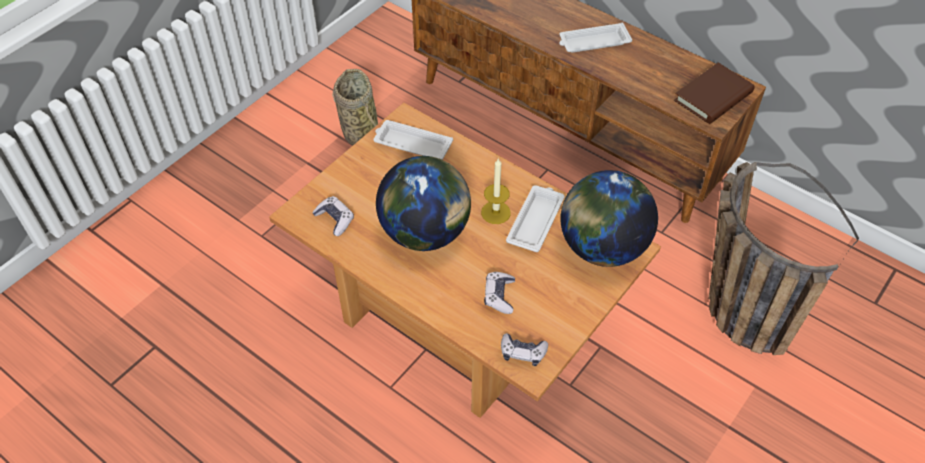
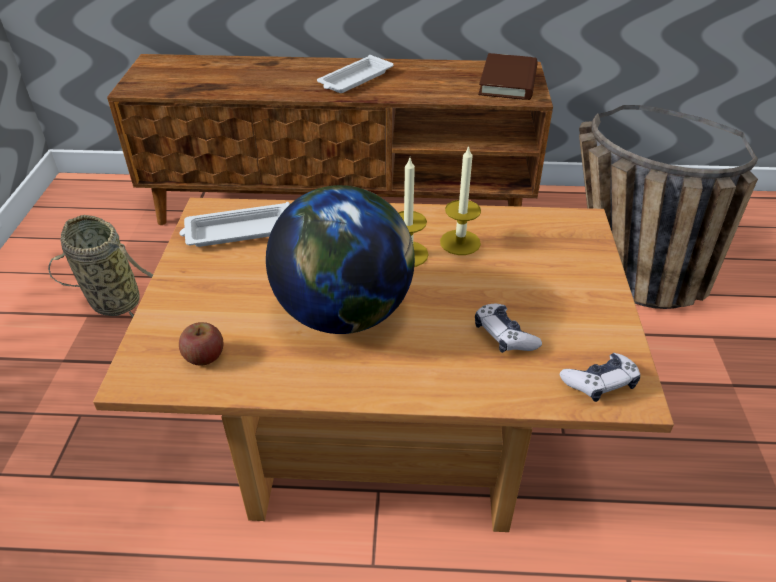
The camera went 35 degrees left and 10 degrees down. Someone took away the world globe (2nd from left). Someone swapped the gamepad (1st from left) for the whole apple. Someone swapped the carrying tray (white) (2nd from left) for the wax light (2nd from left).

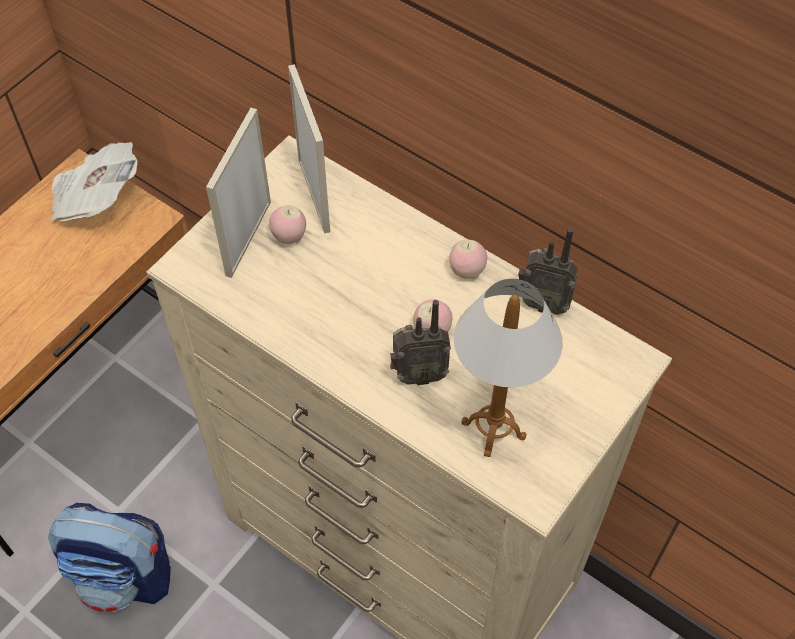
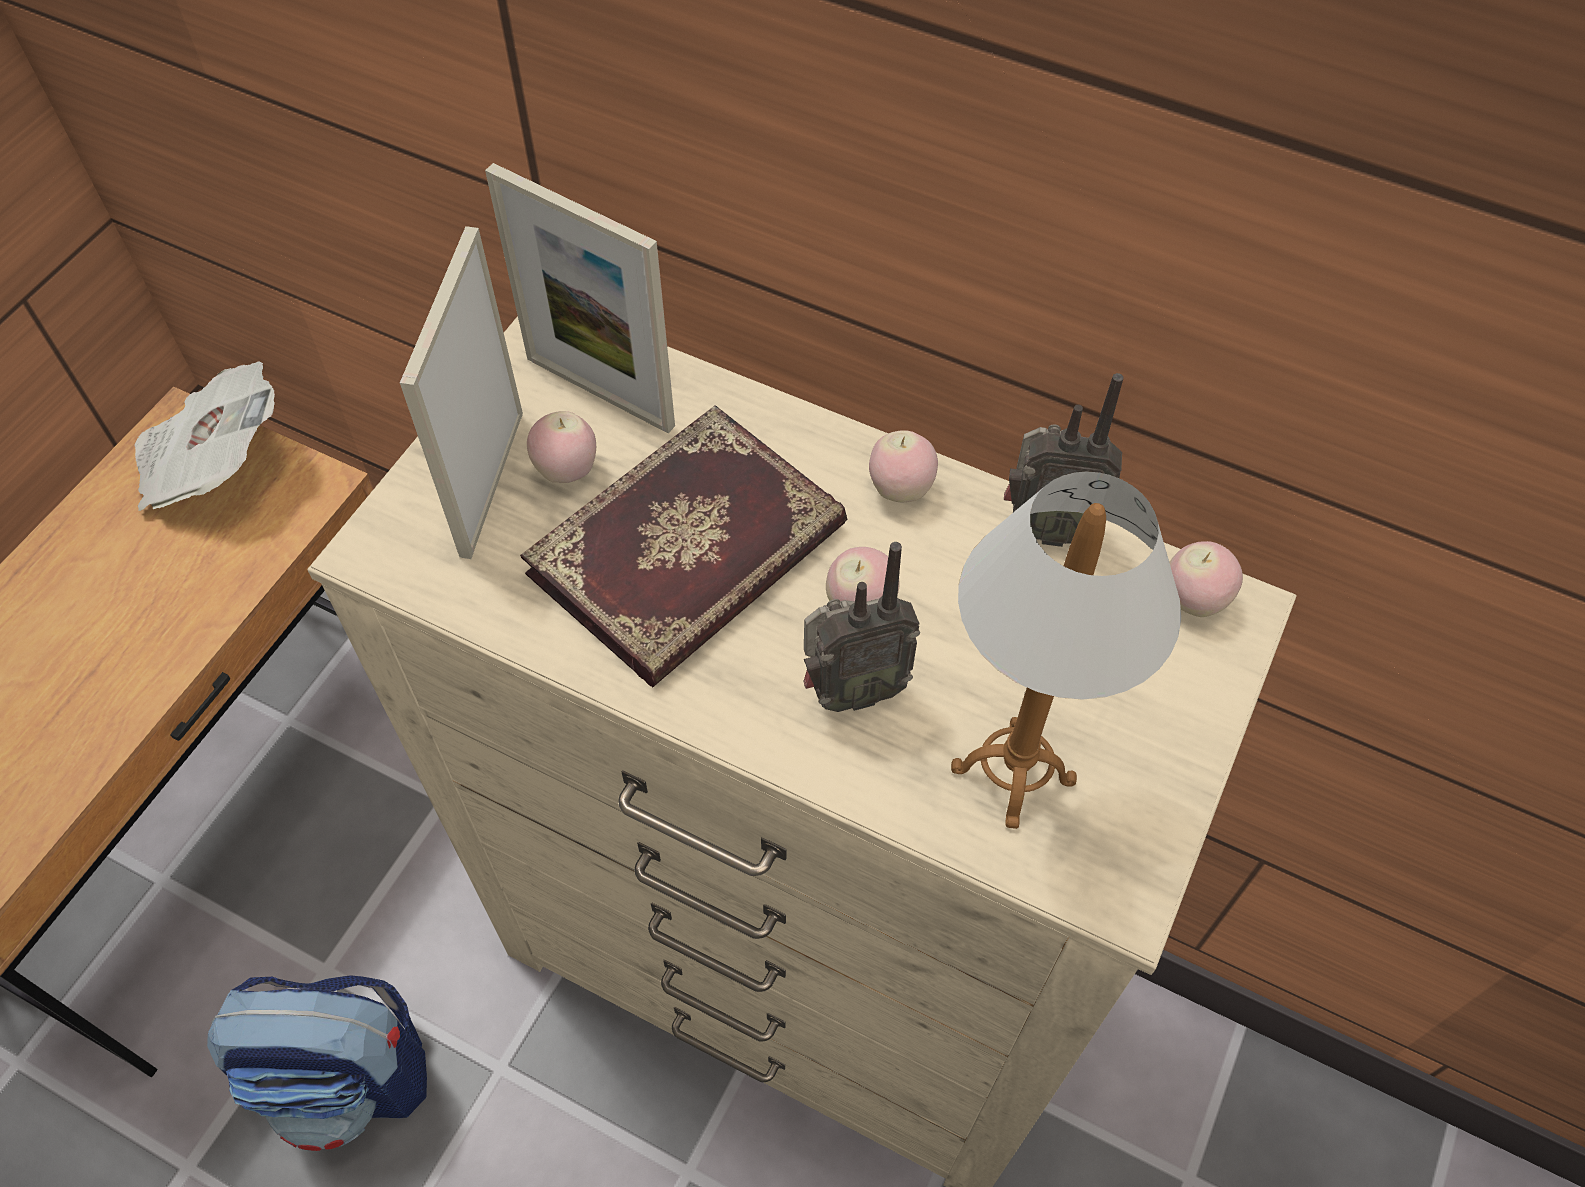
The camera went 10 degrees left and 0 degrees up. Someone put down the book. Someone put down the whole apple (4th from left). Someone rotated the photo frame (2nd from left) by 150 degrees clockwise.

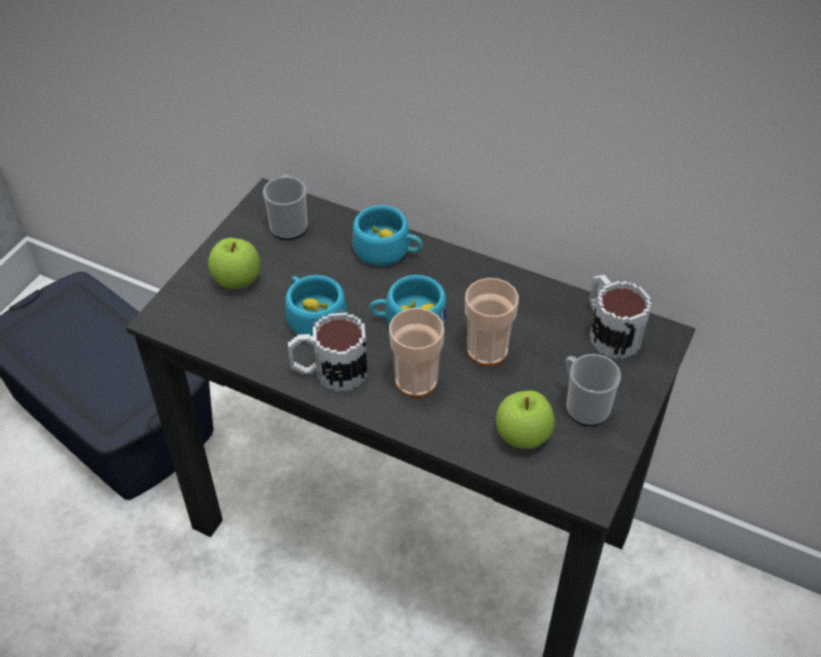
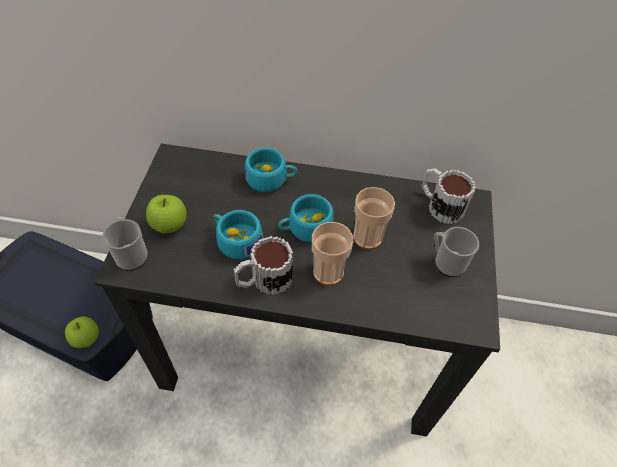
The camera went 20 degrees left and 5 degrees up. Someone carried the tea mug (1st from left). Someone carried the whole apple (2nd from left in the first image).

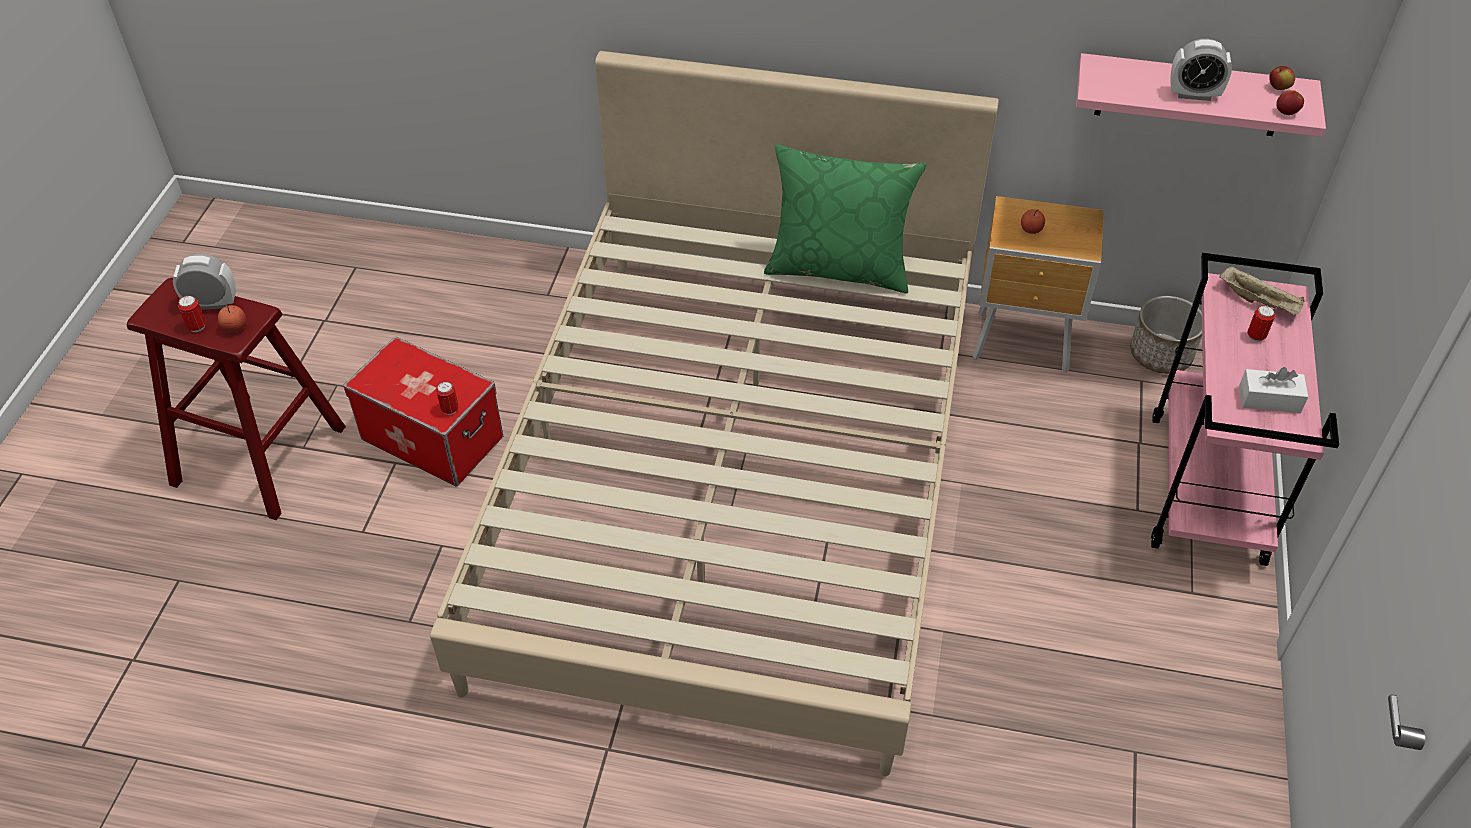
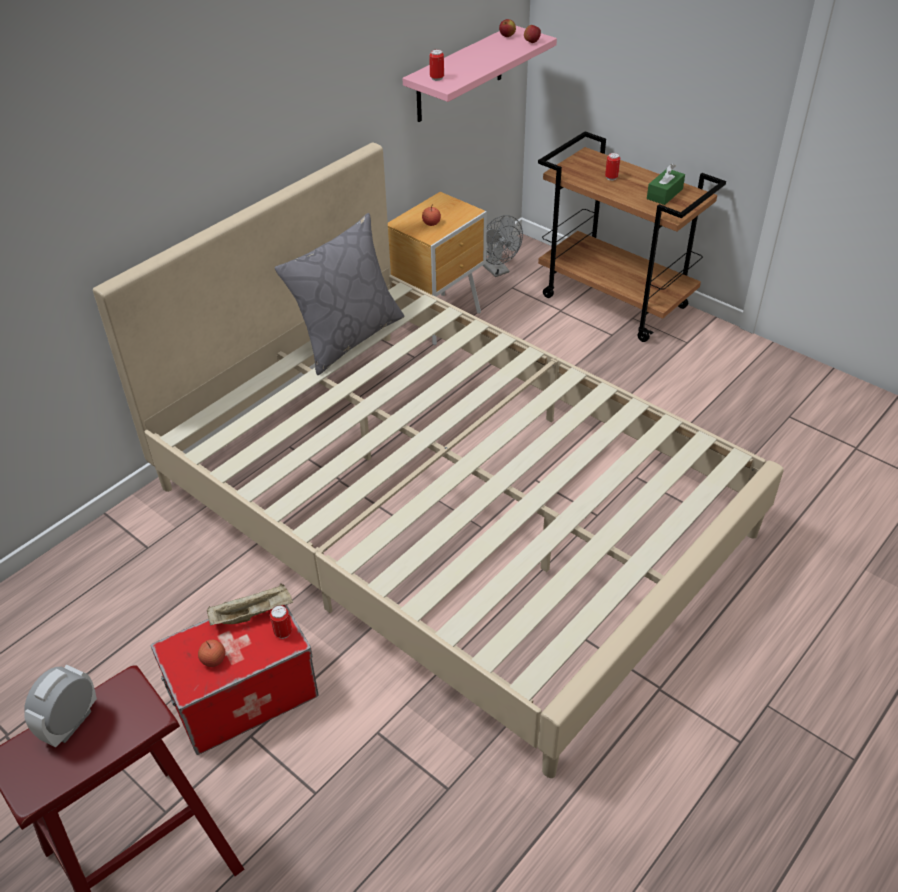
The camera went 60 degrees left and 5 degrees down. Someone took away the alarm clock (2nd from left). Someone carried the metal can (1st from left in the first image). Someone carried the whole apple (1st from left). Someone carried the carrying tray (beige-coloured). Someone swapped the plant pot for the electric fan (grey). Someone repainted the throw pillow (greenish), which became the throw pillow (grey). Someone repainted the cart (pink-coloured), which became the cart (brown-coloured). Someone repainted the box of tissues (white), which became the box of tissues (greenish).

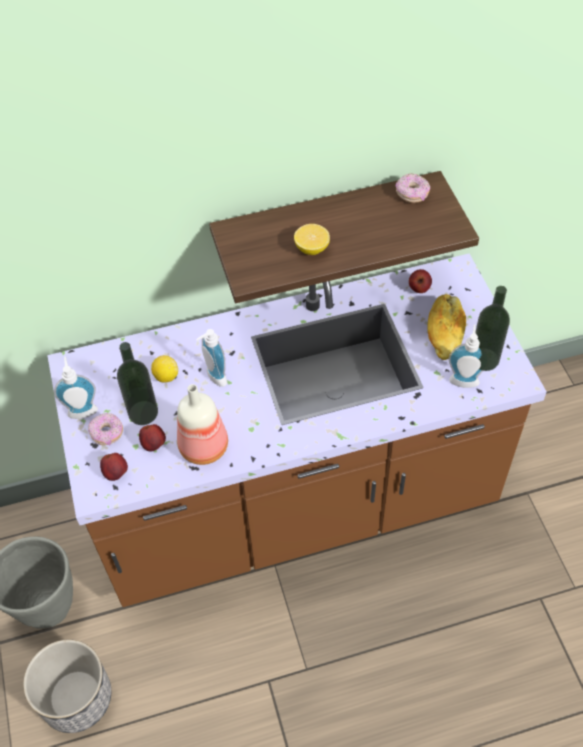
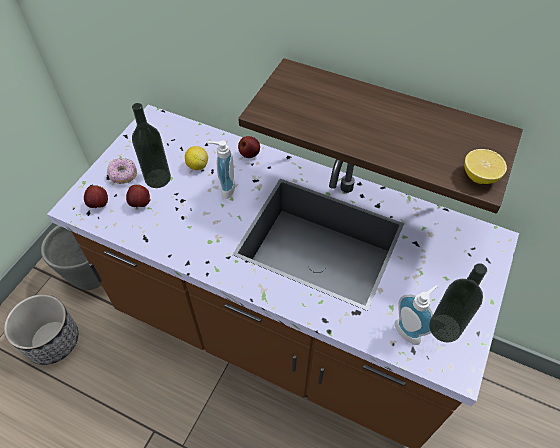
The camera went 40 degrees right and 0 degrees up. Someone took away the soap dispenser (1st from left). Someone took away the drink bottle (2nd from left). Someone took away the doughnut (2nd from left). Someone took away the bread. Someone carried the whole lemon (2nd from left). Someone carried the whole apple (3rd from left).

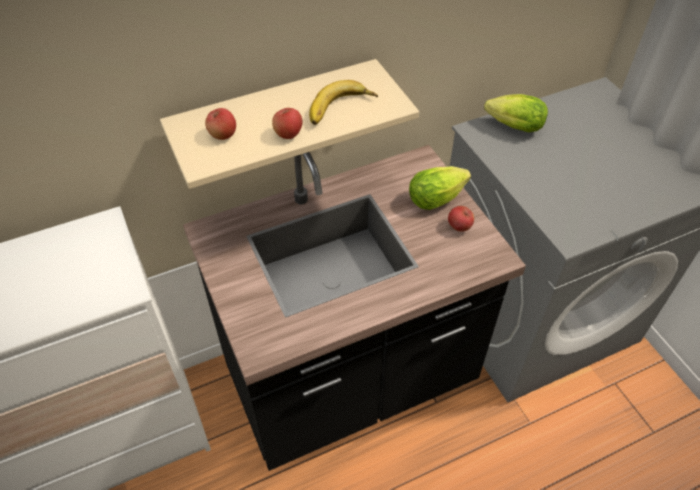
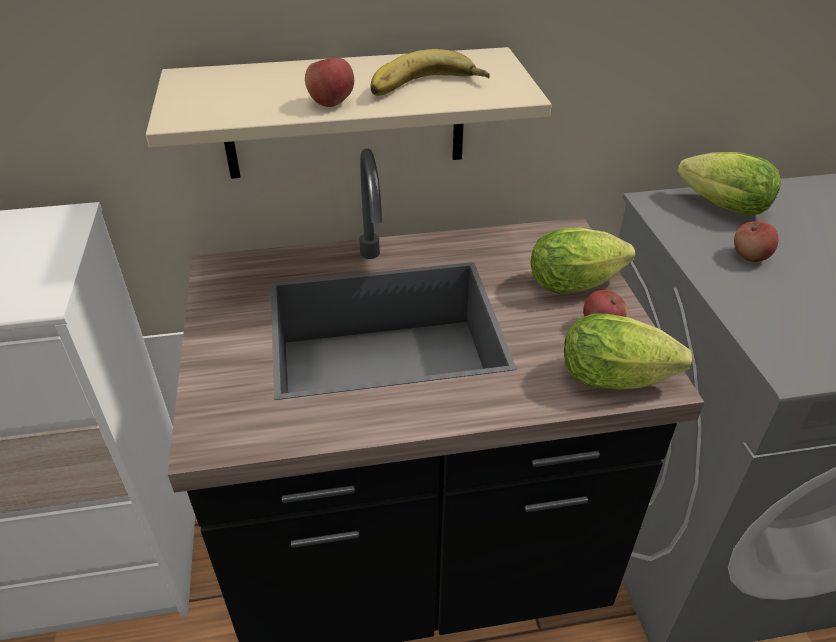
The camera went 15 degrees right and 10 degrees down. Someone put down the lettuce (2nd from left). Someone carried the whole apple (1st from left in the first image).

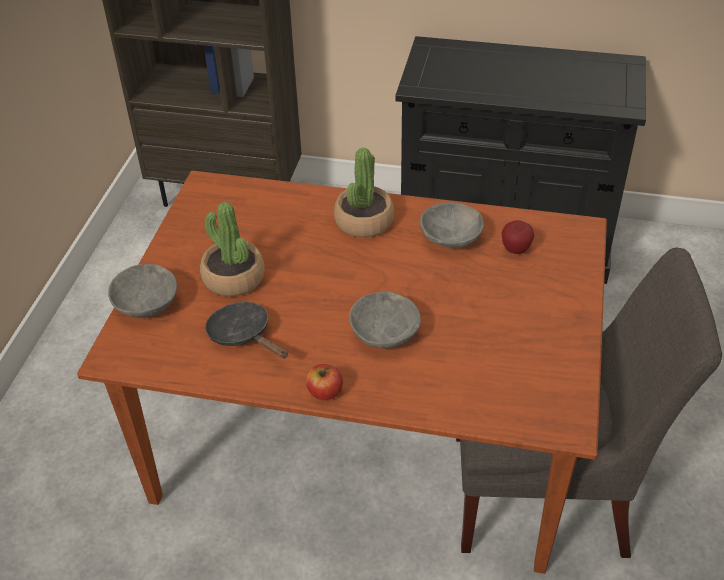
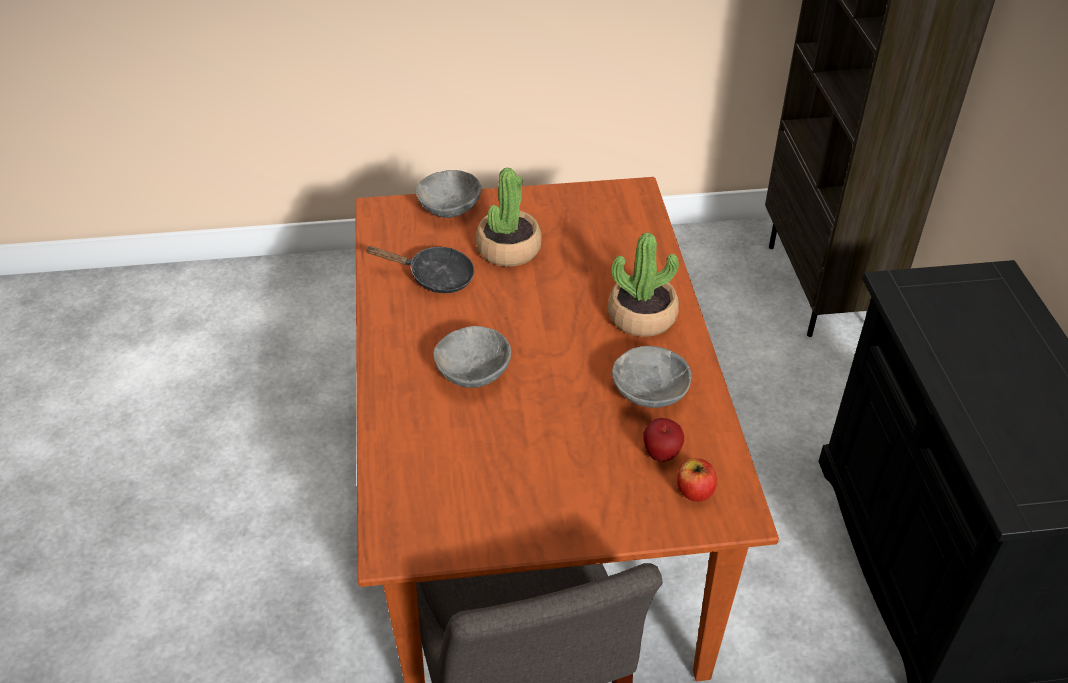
The camera went 70 degrees right and 0 degrees up. Someone carried the whole apple (1st from left in the first image). Someone rotated the skillet (blackish) by 75 degrees clockwise.

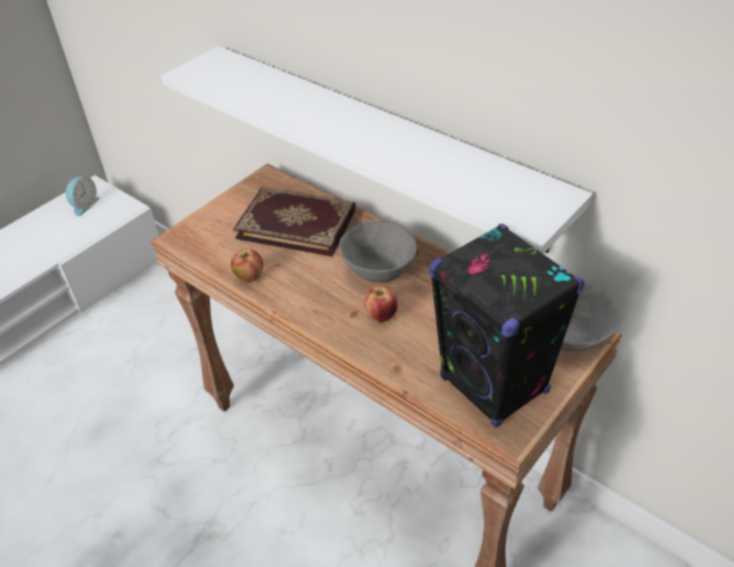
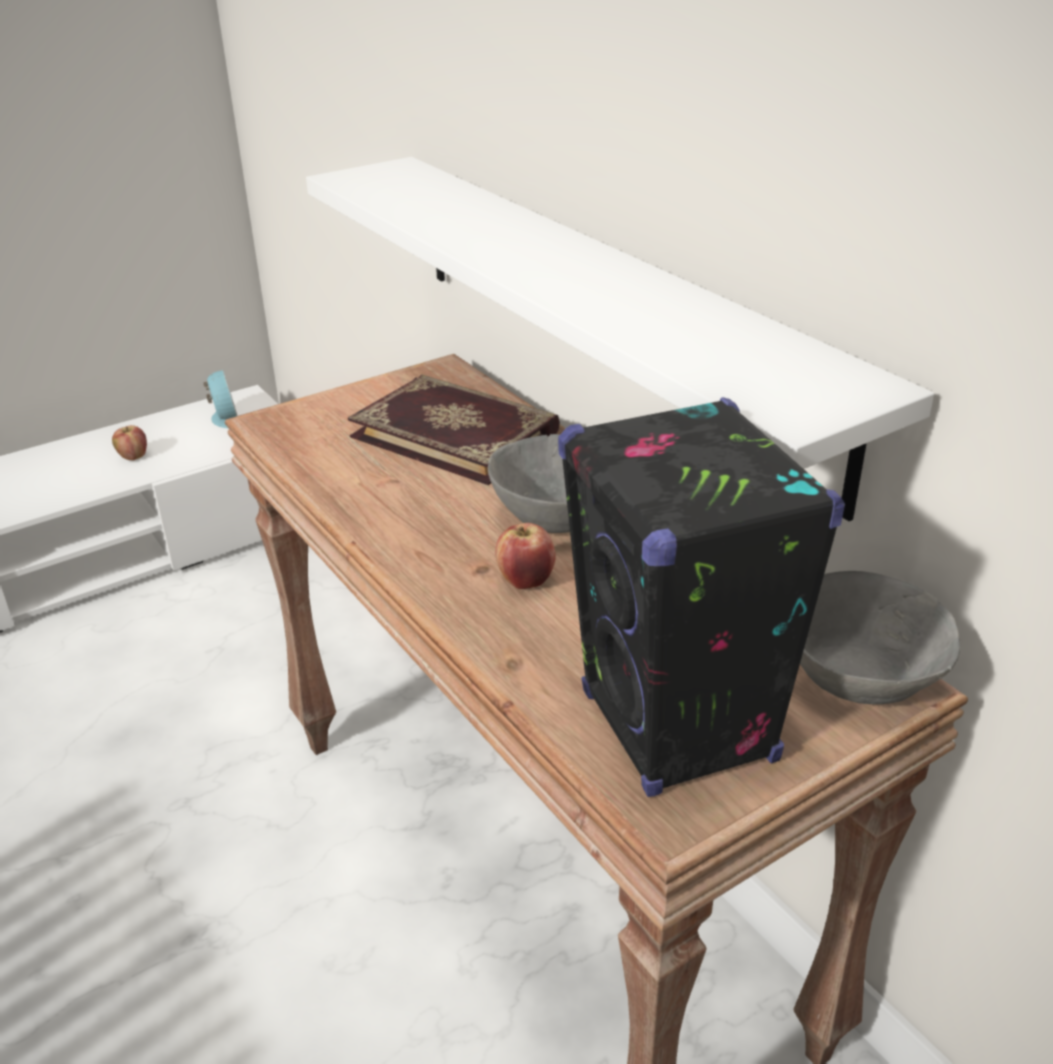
The camera went 15 degrees right and 10 degrees down. Someone carried the whole apple (1st from left). Someone rotated the alarm clock by 60 degrees counterclockwise.

